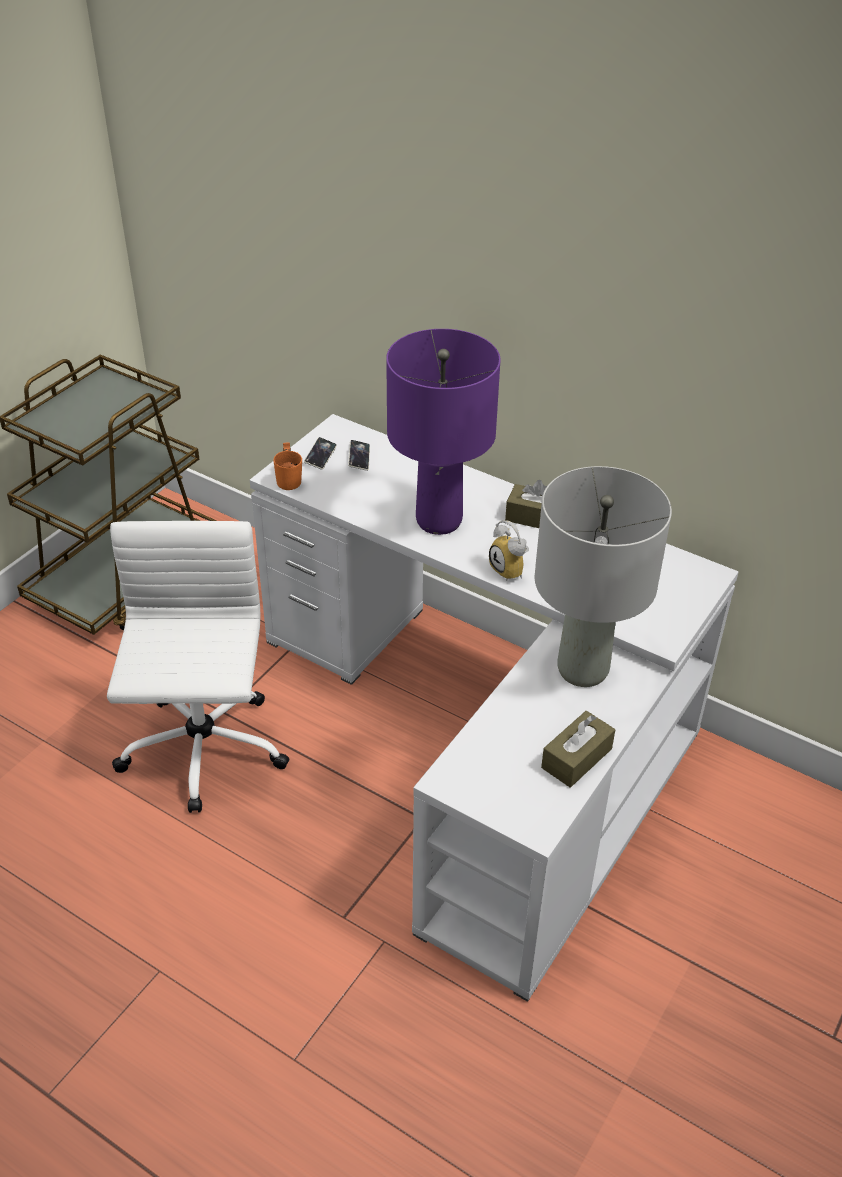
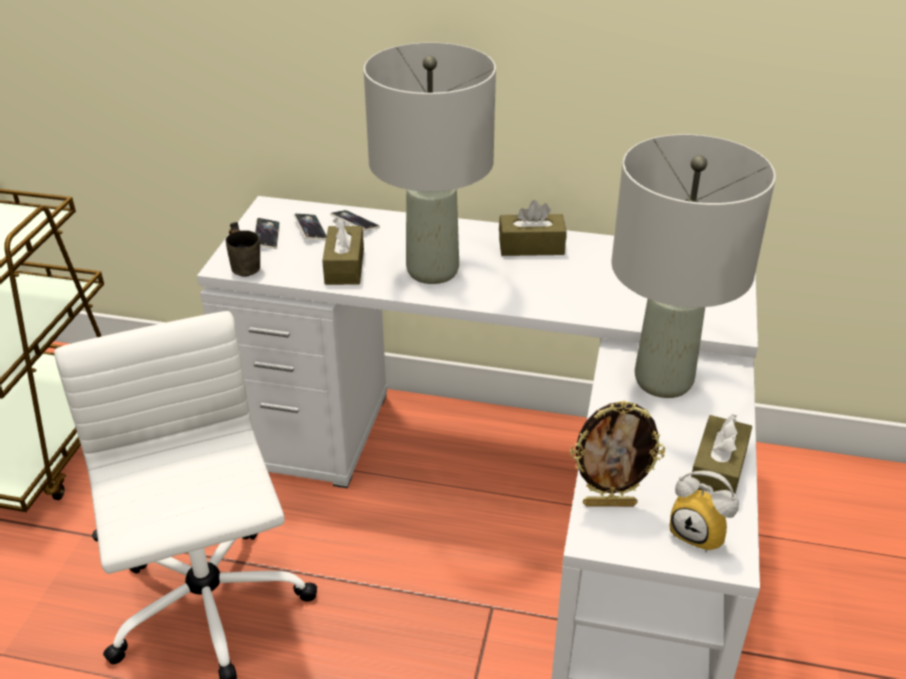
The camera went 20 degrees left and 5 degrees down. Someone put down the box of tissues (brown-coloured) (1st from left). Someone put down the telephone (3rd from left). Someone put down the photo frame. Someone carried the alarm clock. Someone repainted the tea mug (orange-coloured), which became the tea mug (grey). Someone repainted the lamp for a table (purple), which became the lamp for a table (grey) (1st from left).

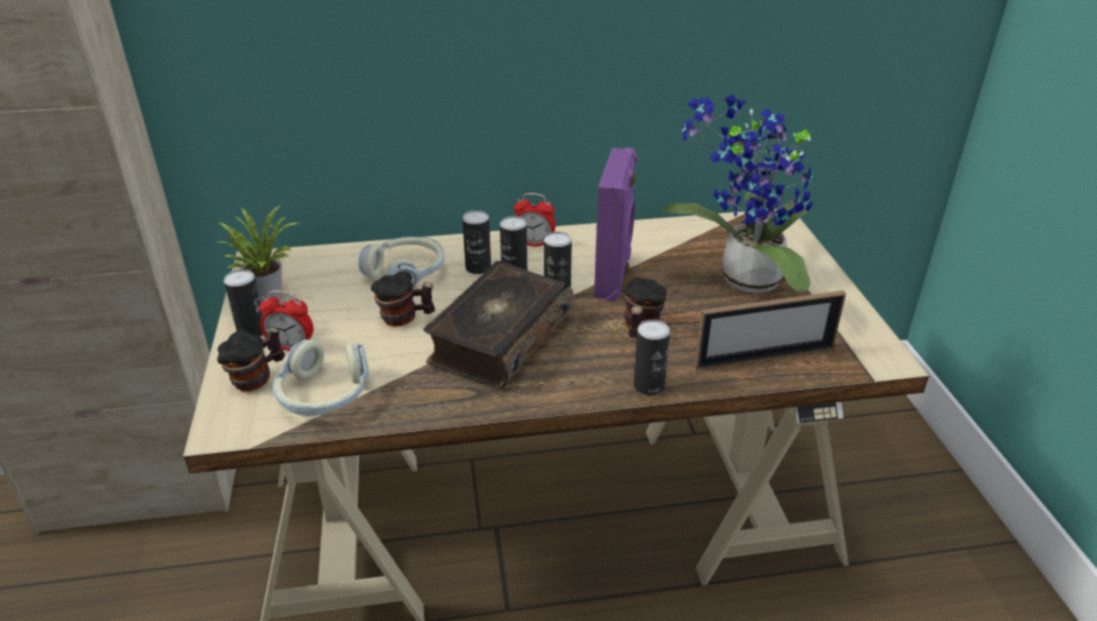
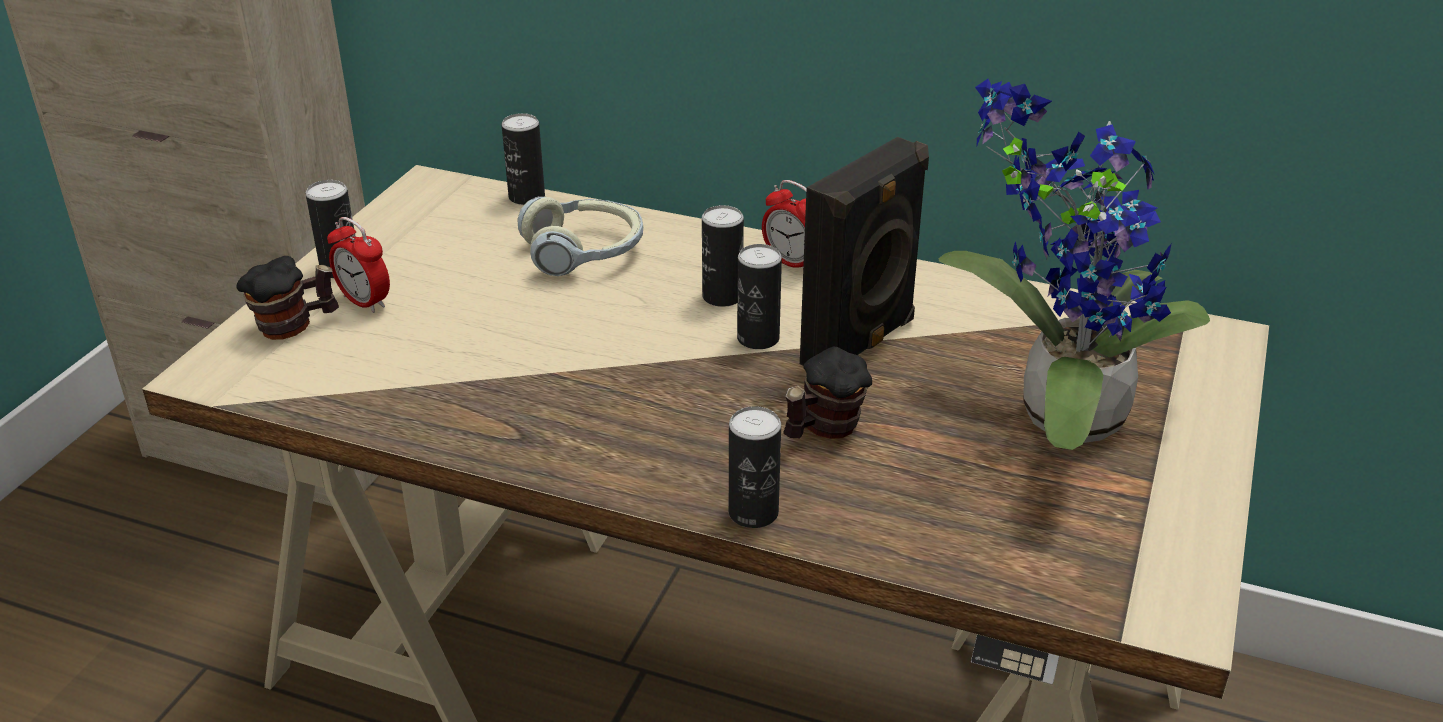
The camera went 30 degrees right and 0 degrees up. Someone took away the houseplant (1st from left). Someone took away the headphones (1st from left). Someone took away the tea mug (2nd from left). Someone took away the book. Someone took away the photo frame. Someone carried the metal can (2nd from left). Someone repainted the speaker (purple), which became the speaker (blackish).

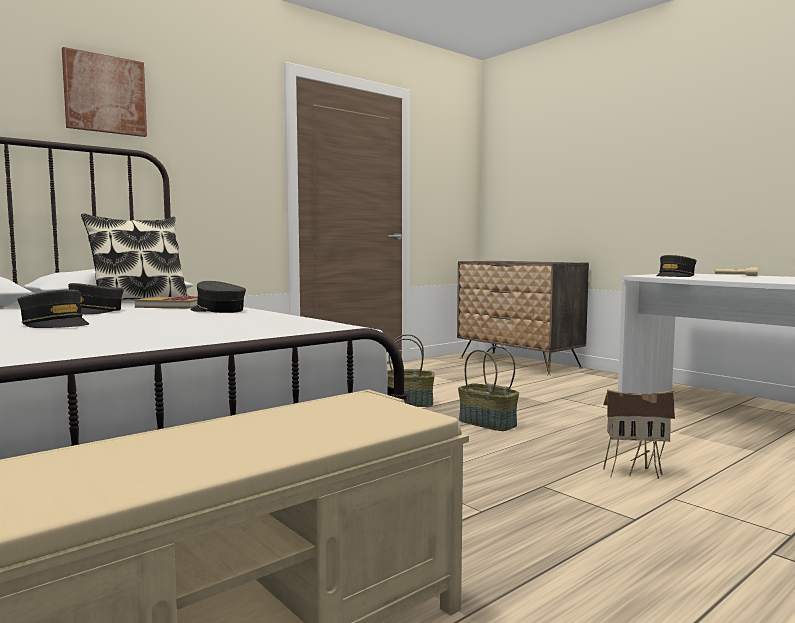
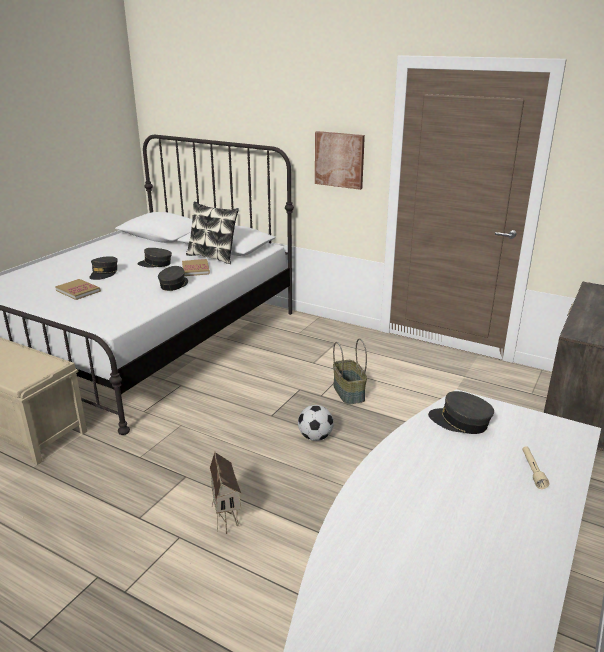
The camera went 70 degrees right and 20 degrees up. Someone put down the book (1st from left). Someone carried the picture. Someone swapped the storage basket (2nd from left) for the football.

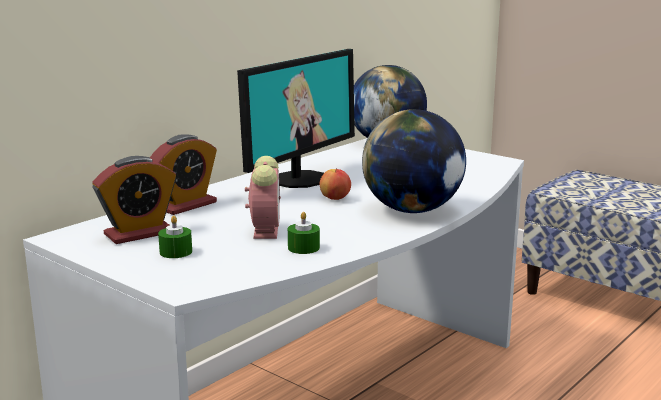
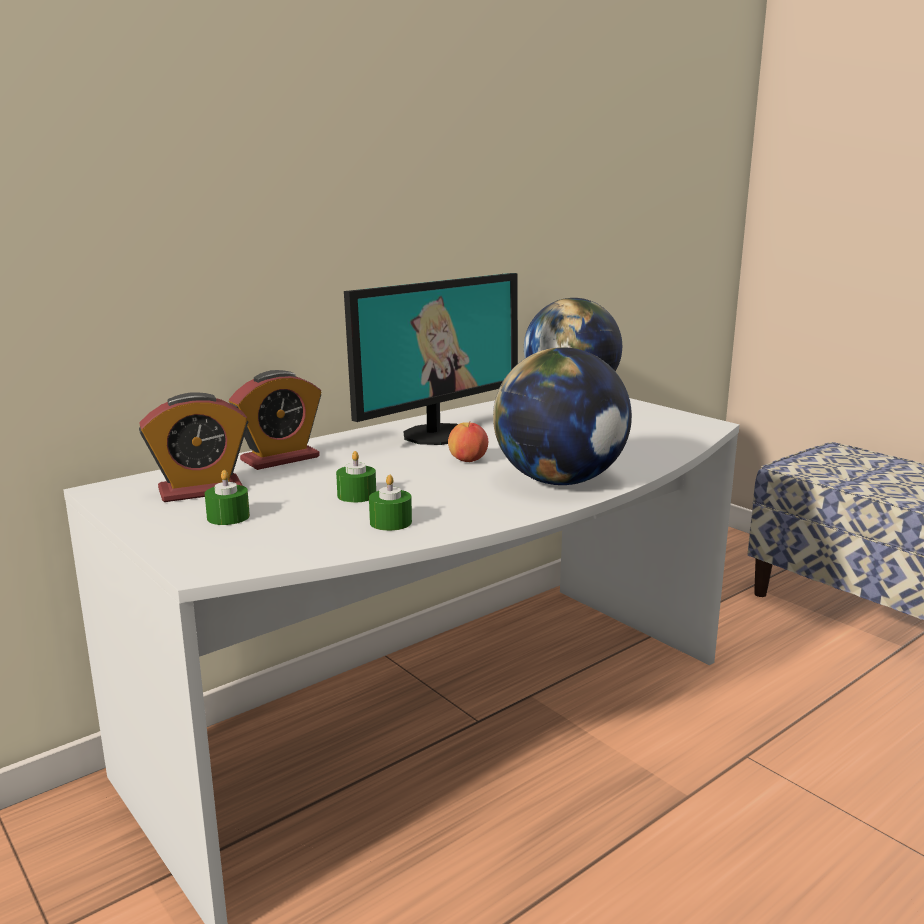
The camera went 10 degrees right and 0 degrees up. Someone swapped the alarm clock (3rd from left) for the wax light (greenish) (2nd from left).

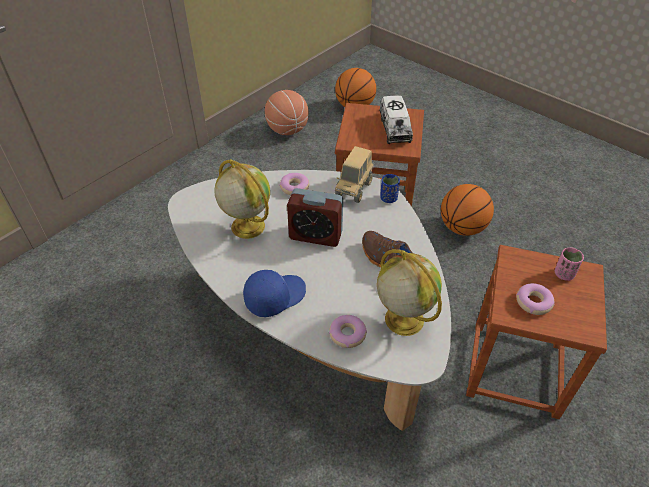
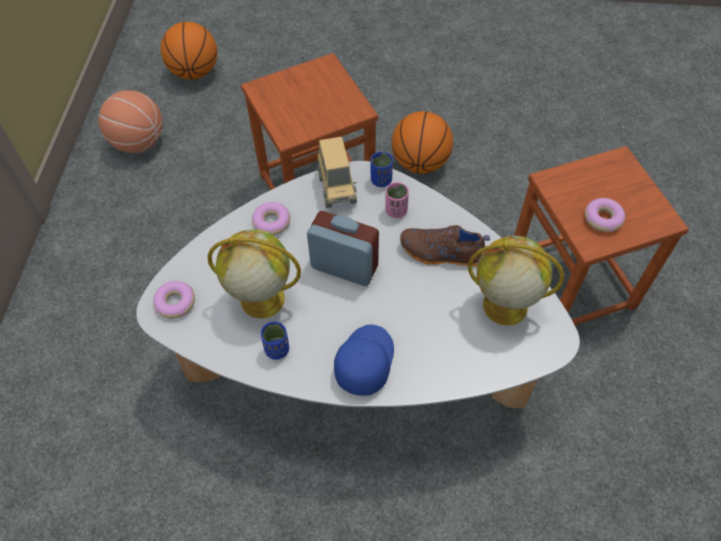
The camera went 35 degrees left and 10 degrees up. Someone took away the toy lorry (2nd from left). Someone put down the drinking cup (blue) (1st from left). Someone carried the doughnut (2nd from left in the first image). Someone carried the drinking cup (pink-coloured). Someone rotated the alarm clock by 135 degrees counterclockwise.

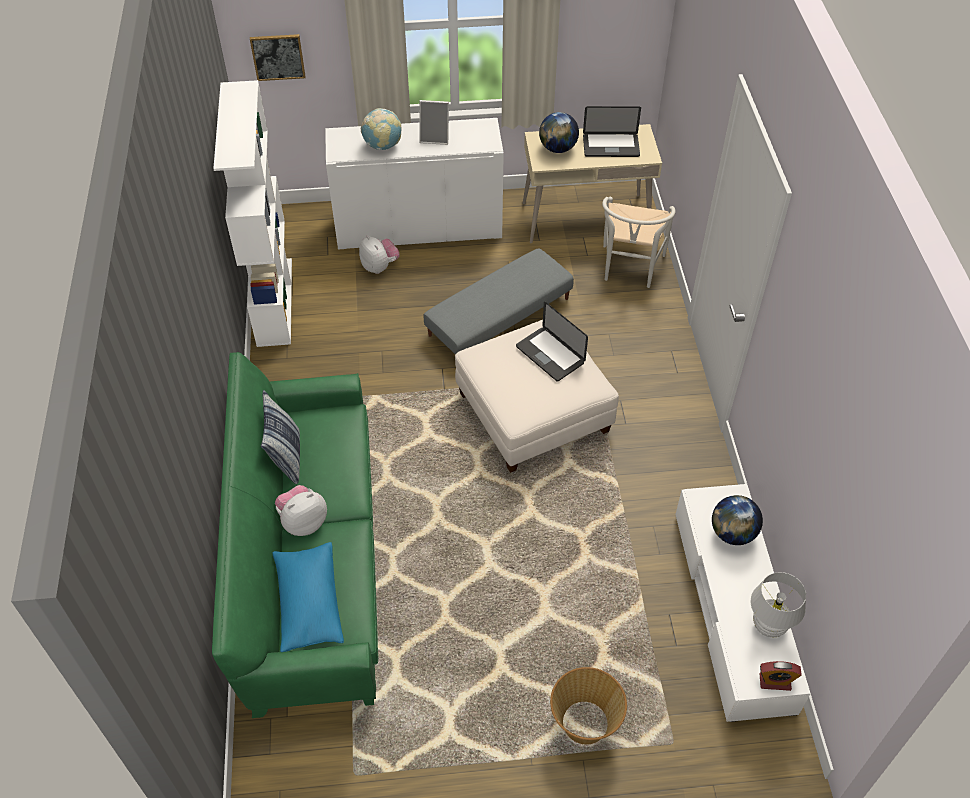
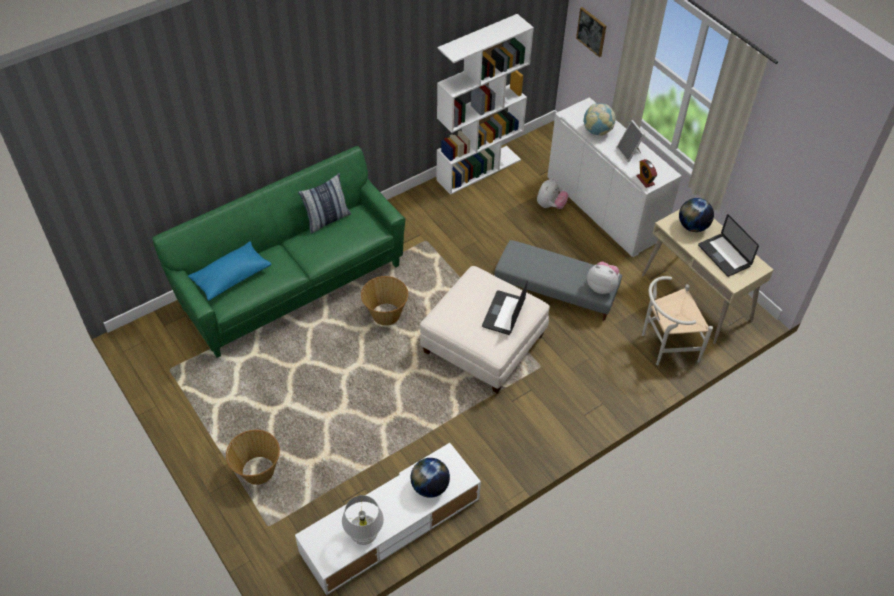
The camera went 60 degrees right and 0 degrees up. Someone put down the storage basket (2nd from left). Someone carried the cuddly toy (1st from left in the first image). Someone carried the alarm clock.

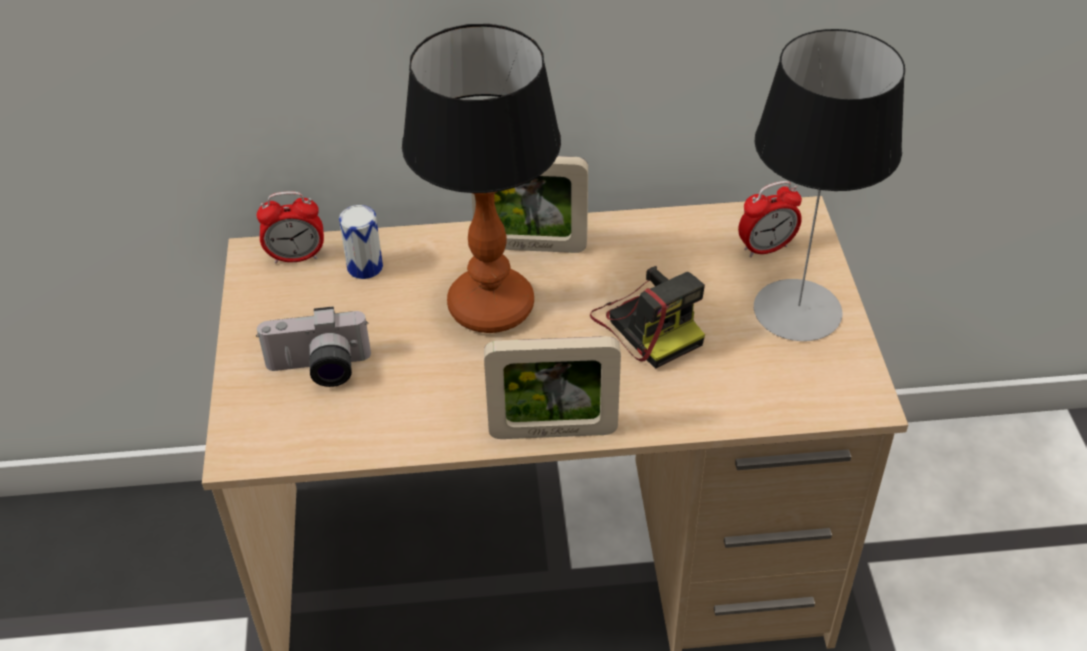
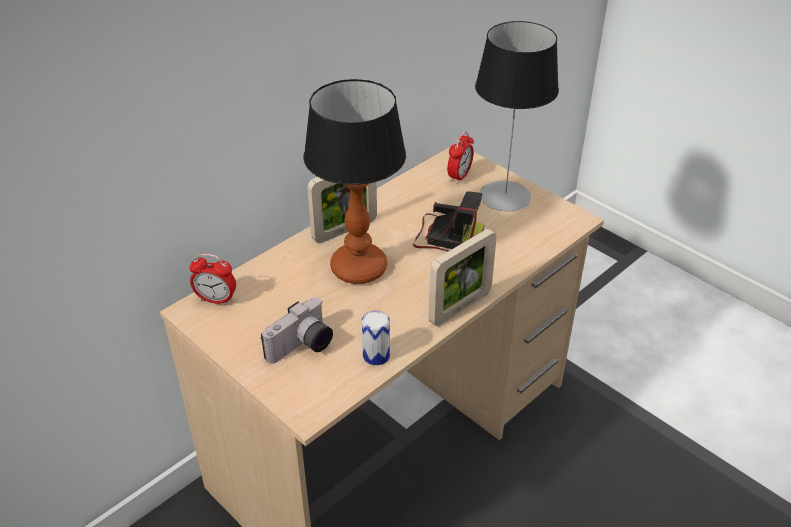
The camera went 40 degrees left and 5 degrees down. Someone carried the metal can. Someone rotated the alarm clock (1st from left) by 60 degrees clockwise.

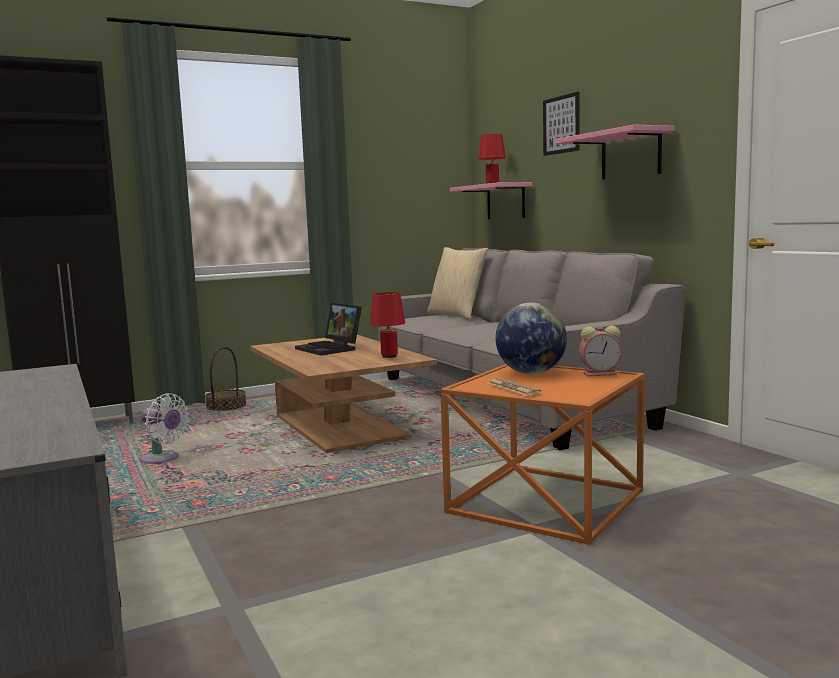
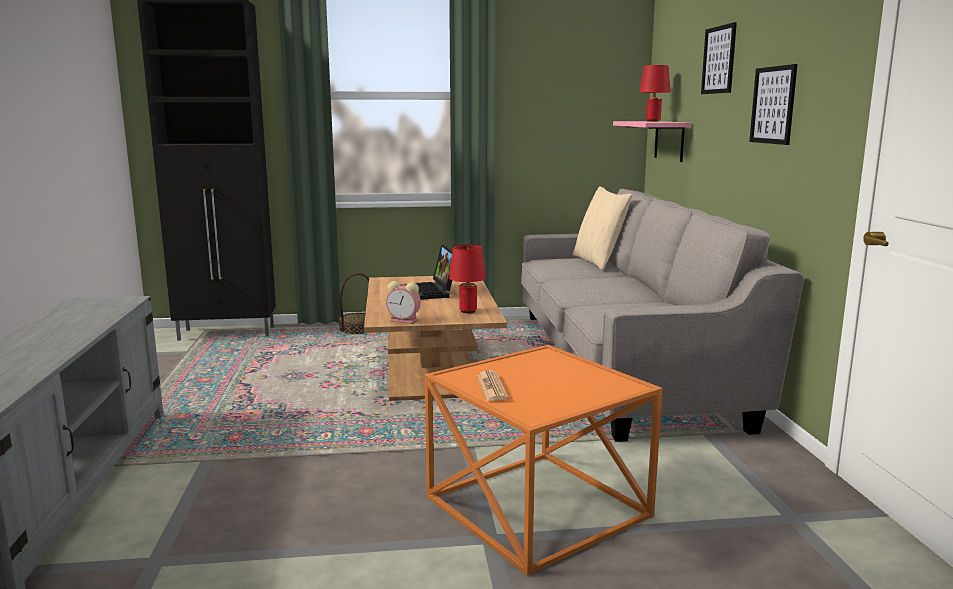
The camera went 20 degrees right and 5 degrees up. Someone took away the electric fan (white). Someone took away the world globe. Someone carried the alarm clock. Someone swapped the bracket shelf (pink-coloured) (2nd from left) for the picture (2nd from left).

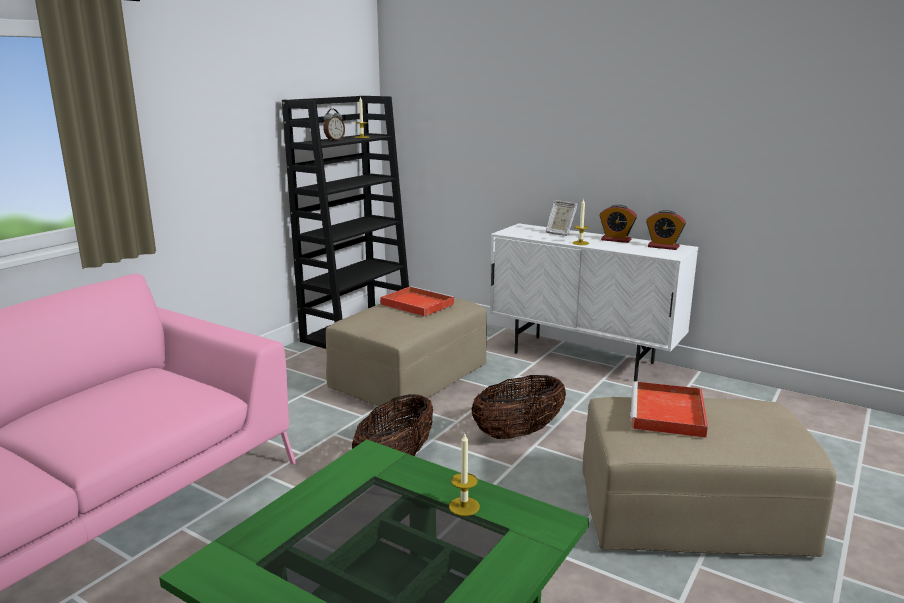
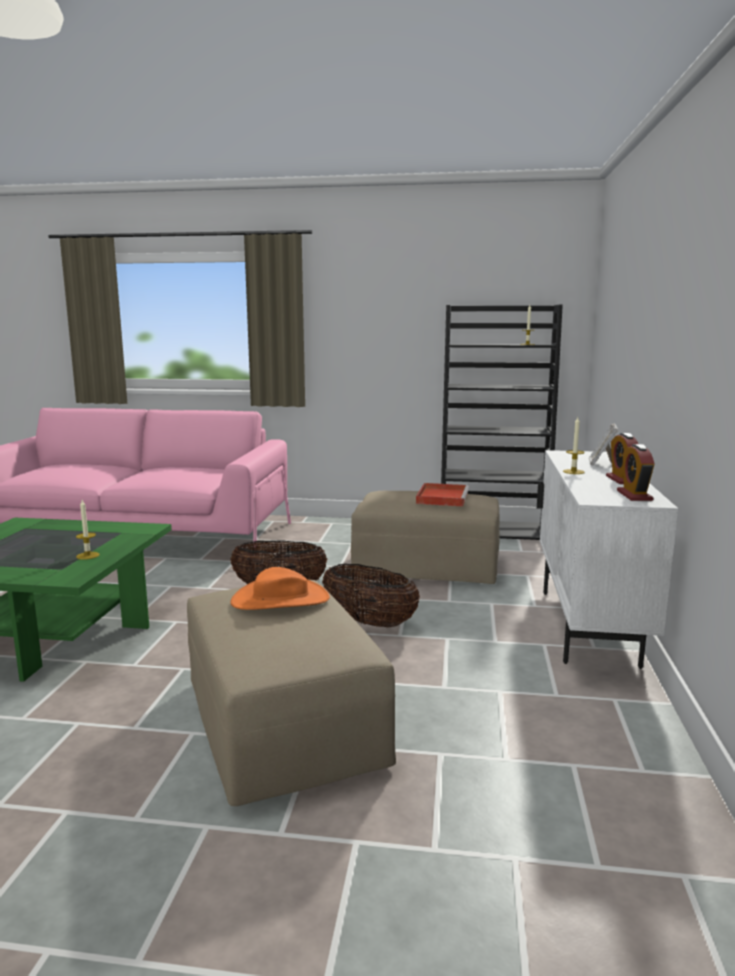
The camera went 65 degrees right and 5 degrees down. Someone took away the alarm clock (1st from left). Someone swapped the carrying tray (red) (2nd from left) for the wearable hat (orange-coloured).

